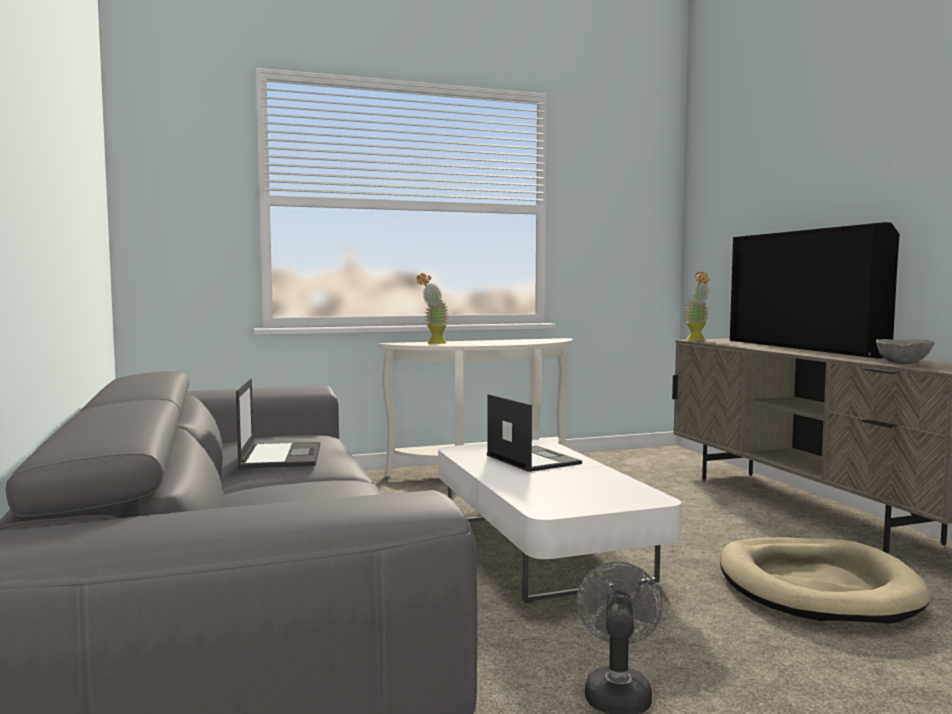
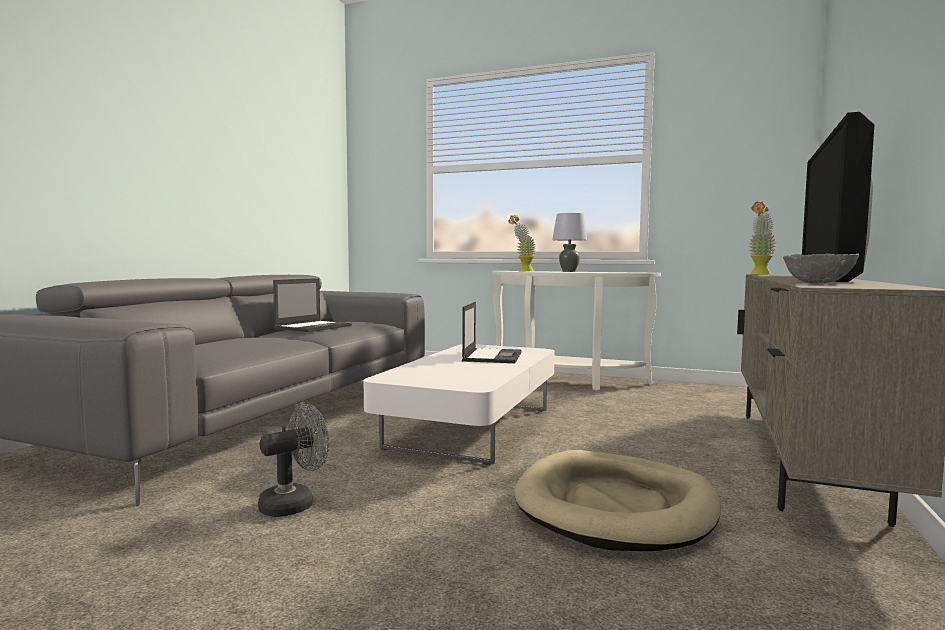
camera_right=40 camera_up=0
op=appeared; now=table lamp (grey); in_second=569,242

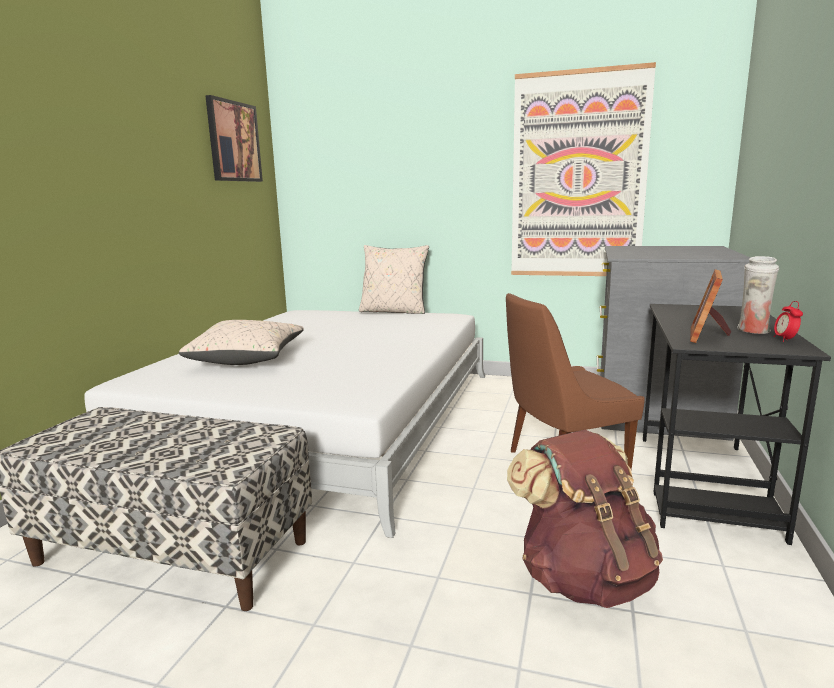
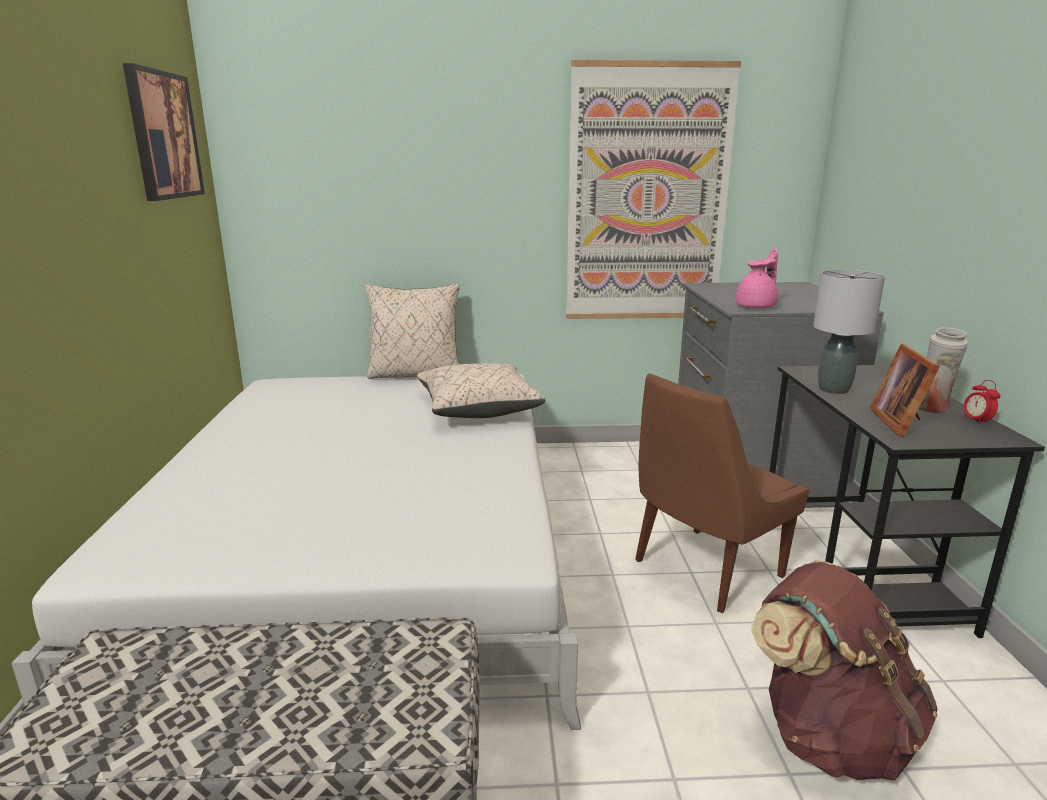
camera_right=-20 camera_up=5
op=appeared; now=teapot (pink); in_second=757,278
op=appeared; now=table lamp (grey); in_second=849,332
op=relocated; was=pillow (beige); in_first=241,342; in_second=481,390

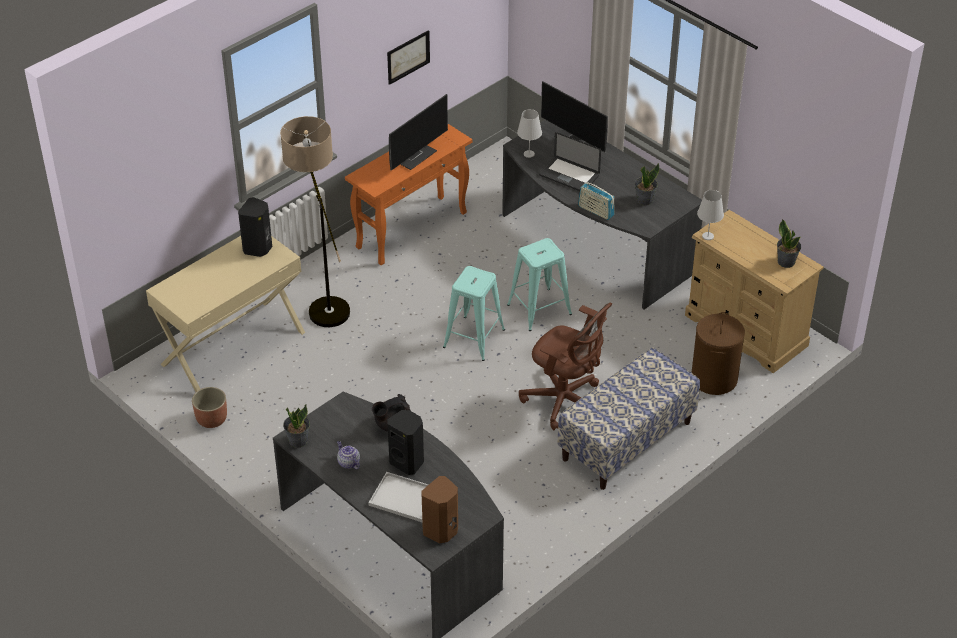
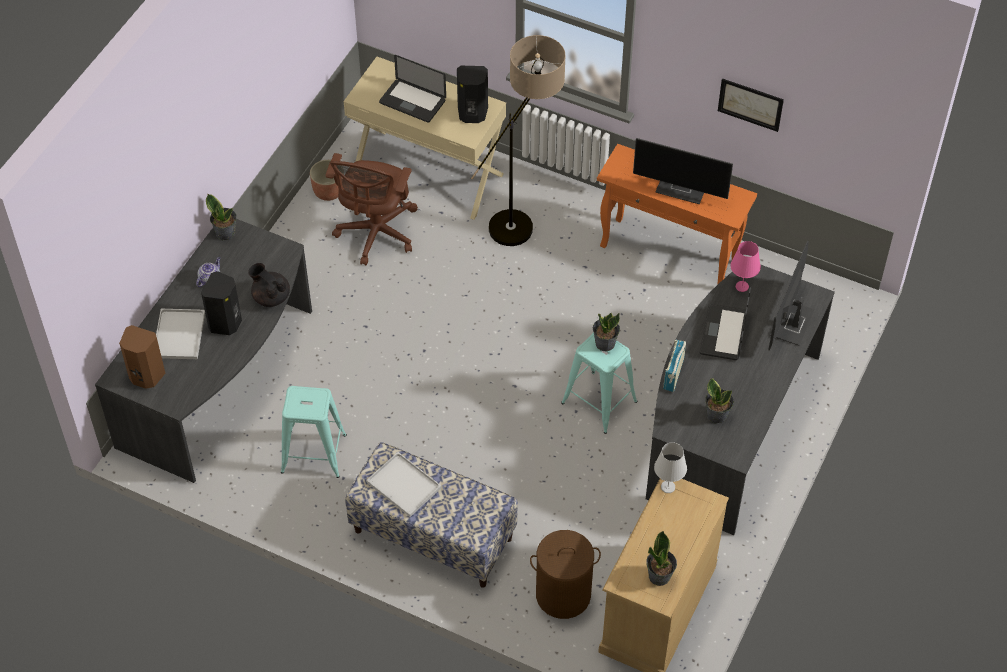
camera_right=70 camera_up=10
op=appeared; now=tray (white); in_second=404,484
op=appeared; now=laptop; in_second=412,89
op=appeared; now=potted plant; in_second=606,332
op=relocated; was=stool (turquoise); in_first=474,313; in_second=314,432
op=relocated; was=office chair (brown); in_first=566,366; in_second=371,209
op=colour; was=table lamp (white); now=table lamp (pink); in_first=529,133; in_second=745,266

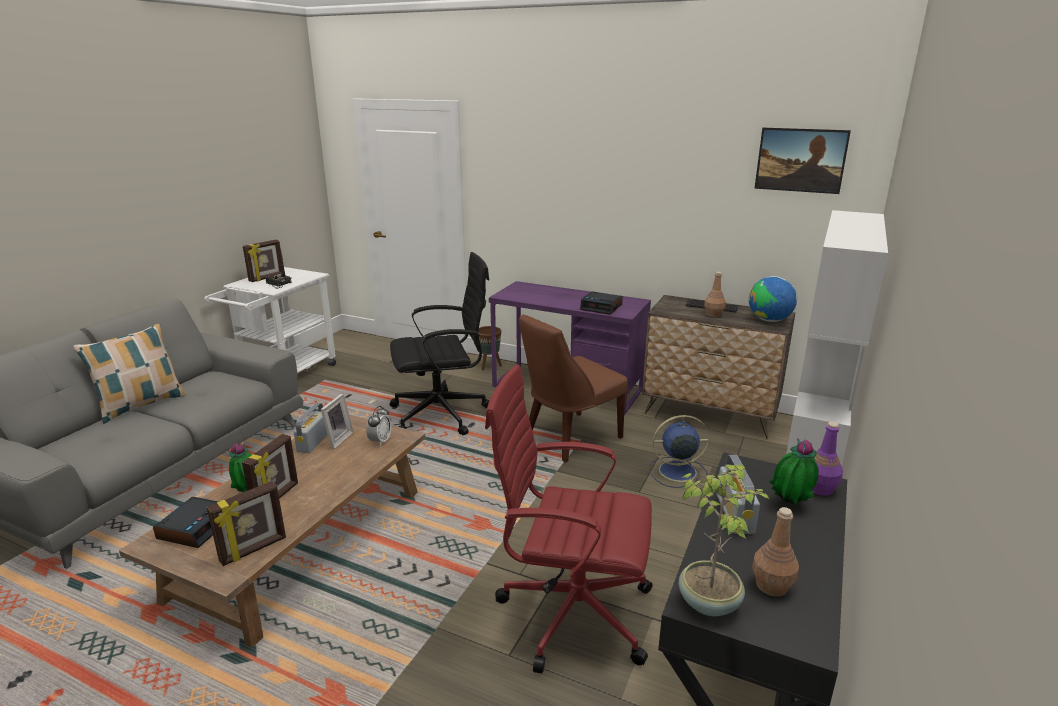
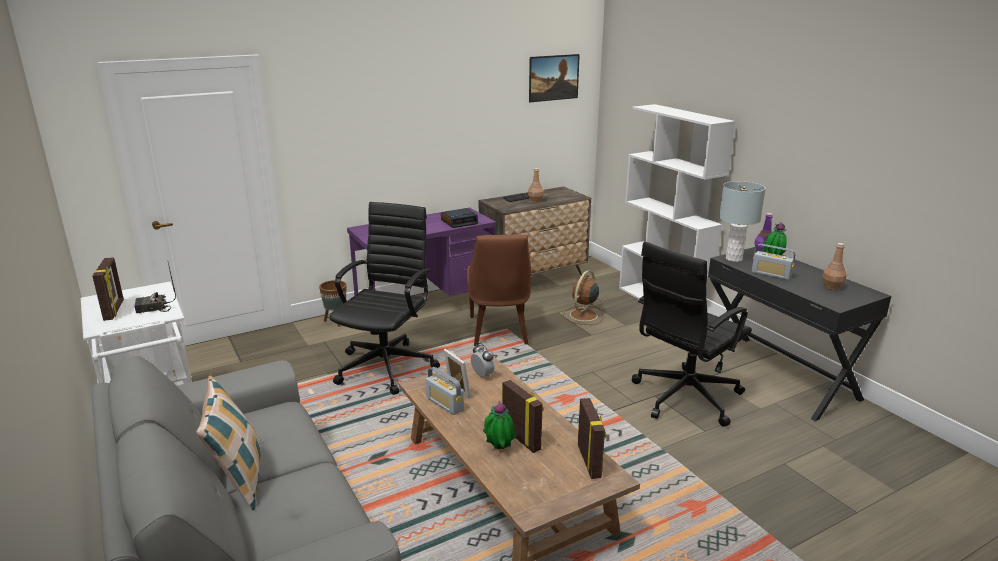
camera_right=-55 camera_up=0
op=missing; was=alarm clock; in_first=185,522
op=missing; was=potted plant; in_first=724,540
op=missing; was=globe; in_first=773,299
op=appeared; now=table lamp (grey); in_second=742,221
op=colour; was=office chair (red); now=office chair (black); in_first=569,519; in_second=692,334
op=colour; was=fan (blue); now=fan (brown); in_first=679,451; in_second=583,297

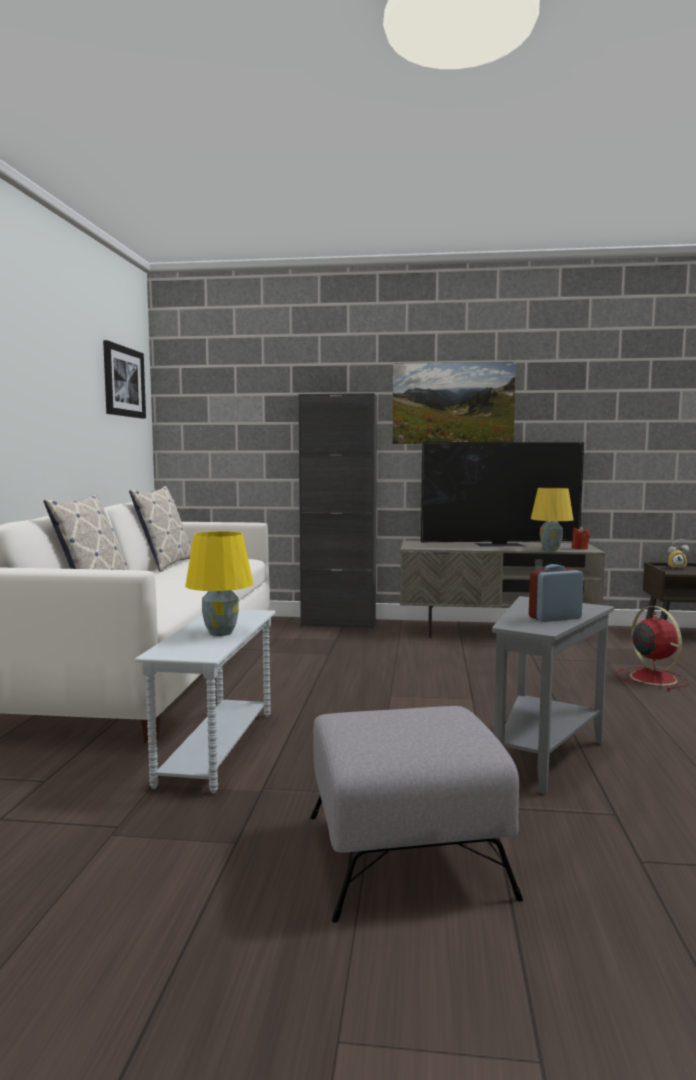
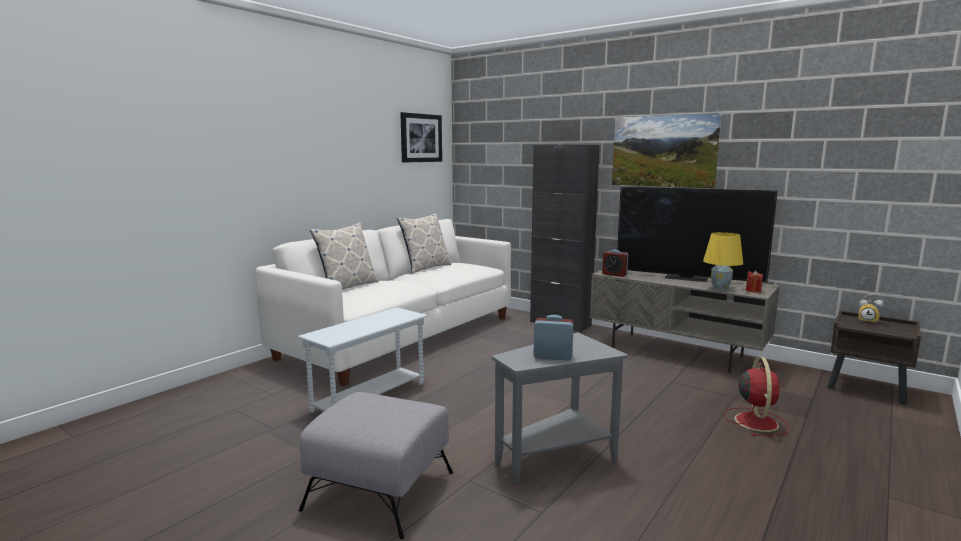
camera_right=30 camera_up=5
op=missing; was=table lamp (yellow); in_first=219,583
op=appeared; now=alarm clock; in_second=615,263

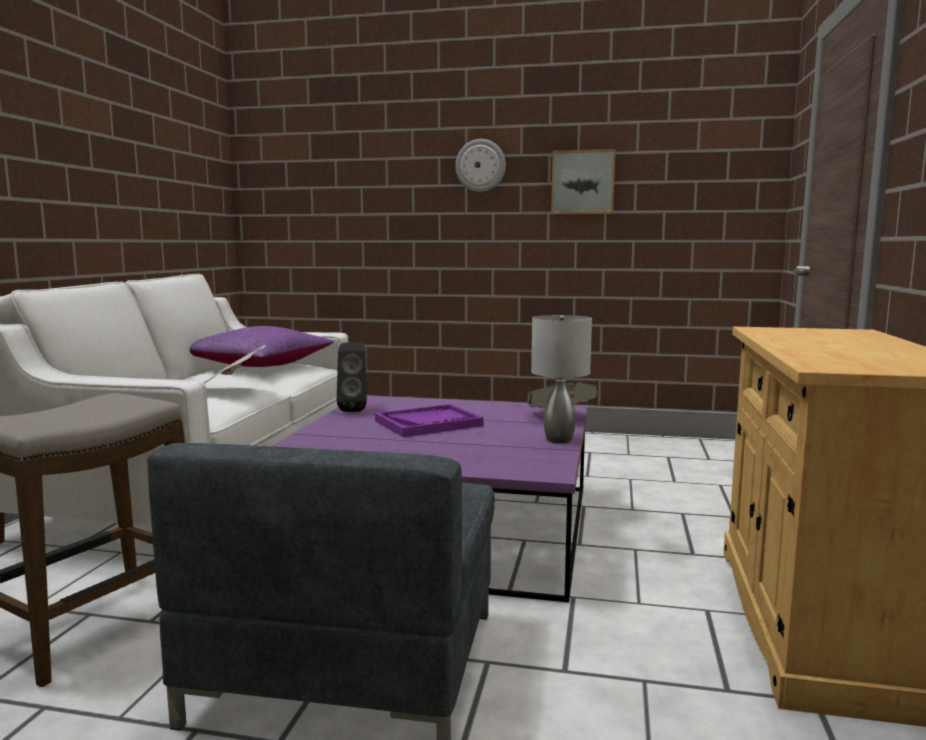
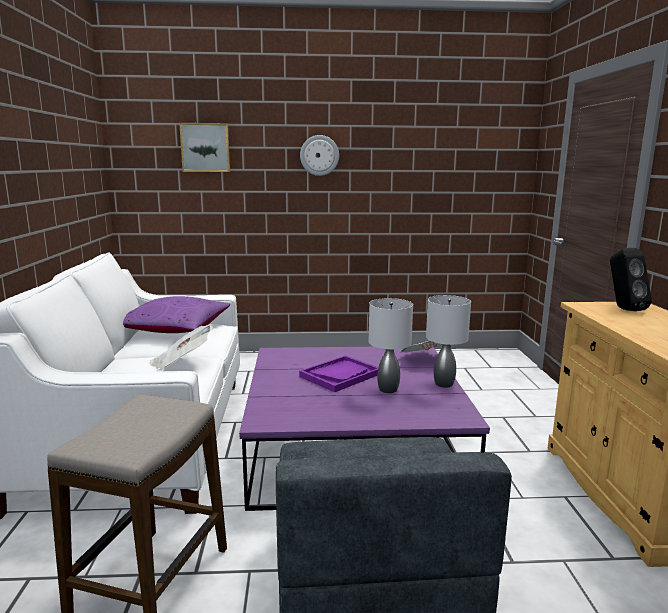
camera_right=-15 camera_up=5
op=appeared; now=table lamp (grey); in_second=391,345
op=relocated; was=speaker (black); in_first=352,377; in_second=631,279
op=relocated; was=picture; in_first=583,181; in_second=204,147

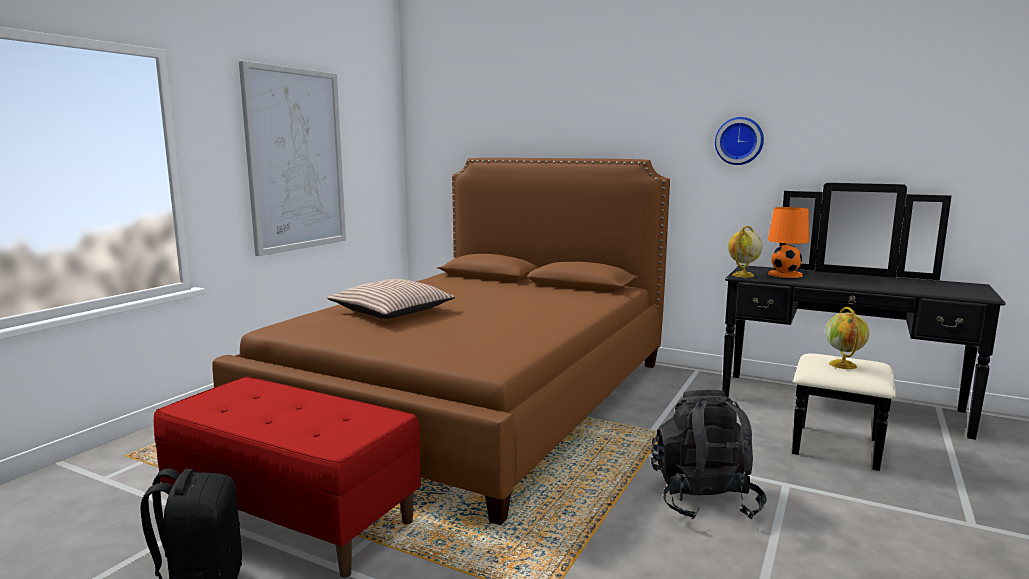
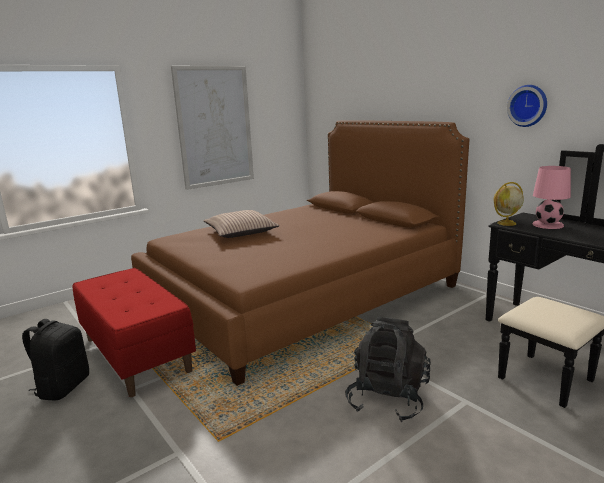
camera_right=25 camera_up=5
op=missing; was=globe; in_first=847,338
op=colour; was=table lamp (orange); now=table lamp (pink); in_first=788,242; in_second=551,197

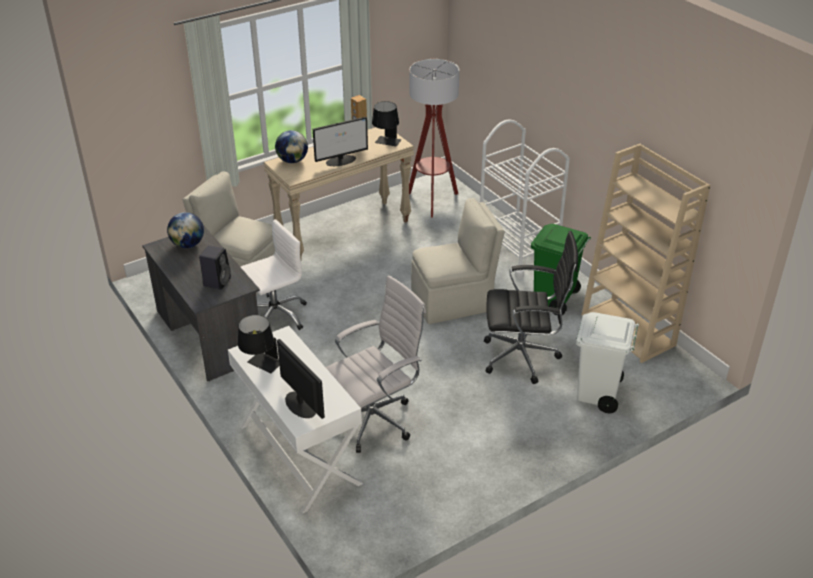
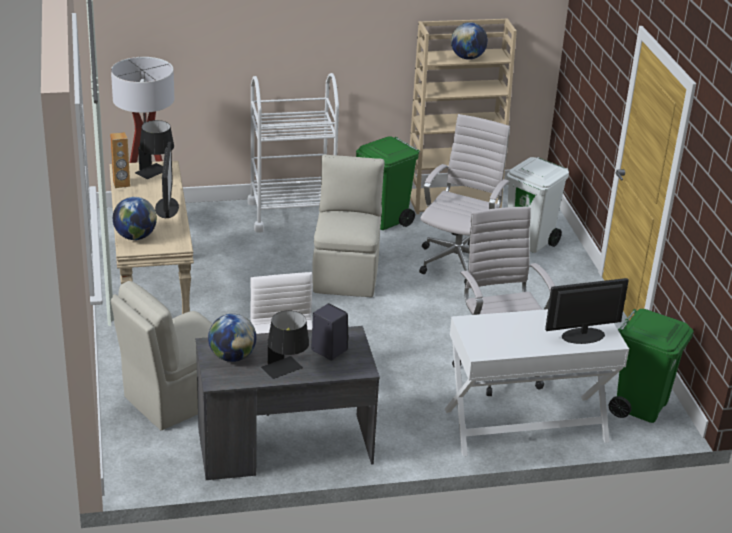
camera_right=-70 camera_up=-5
op=appeared; now=globe; in_second=469,41
op=appeared; now=trash can (green); in_second=651,366
op=relocated; was=table lamp (black); in_first=259,344; in_second=285,344
op=colour; was=office chair (black); now=office chair (white); in_first=531,307; in_second=464,199

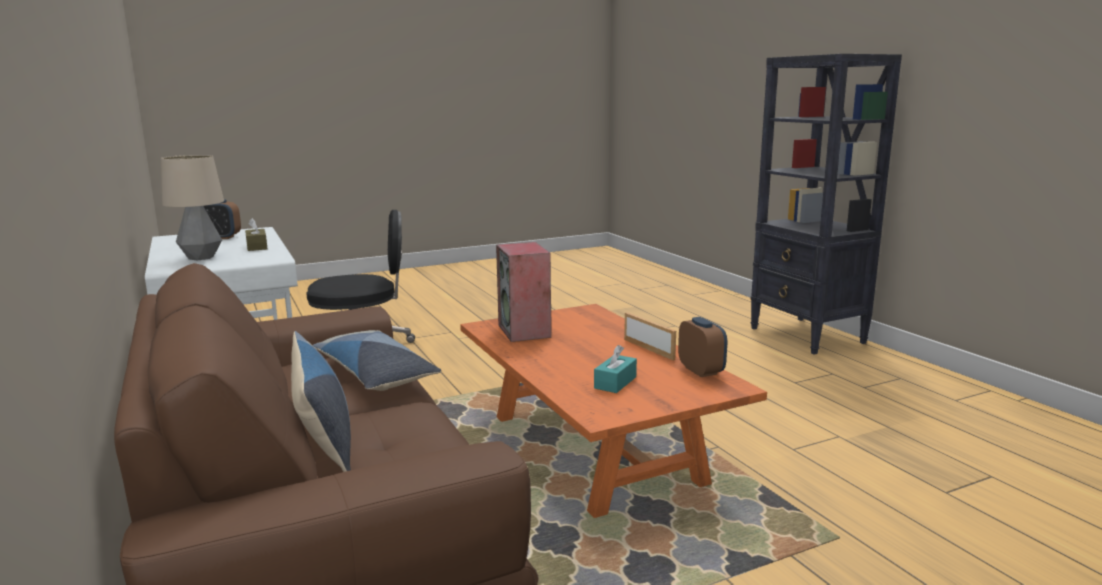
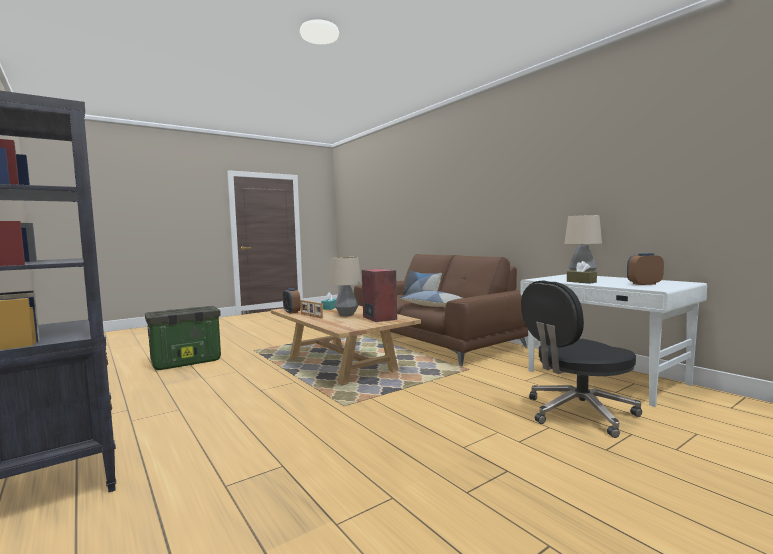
camera_right=170 camera_up=-10
op=appeared; now=storage box; in_second=183,338
op=appeared; now=table lamp; in_second=346,287
op=colour; was=coffee table (orange); now=coffee table (beige); in_first=613,411; in_second=346,345

